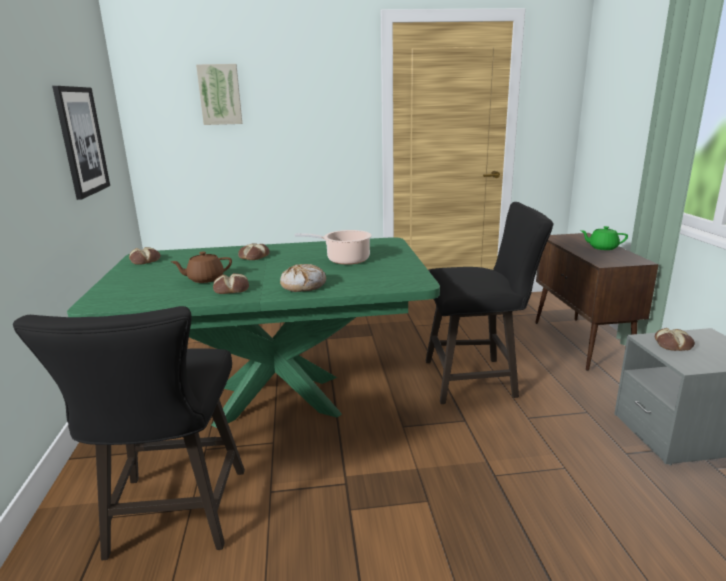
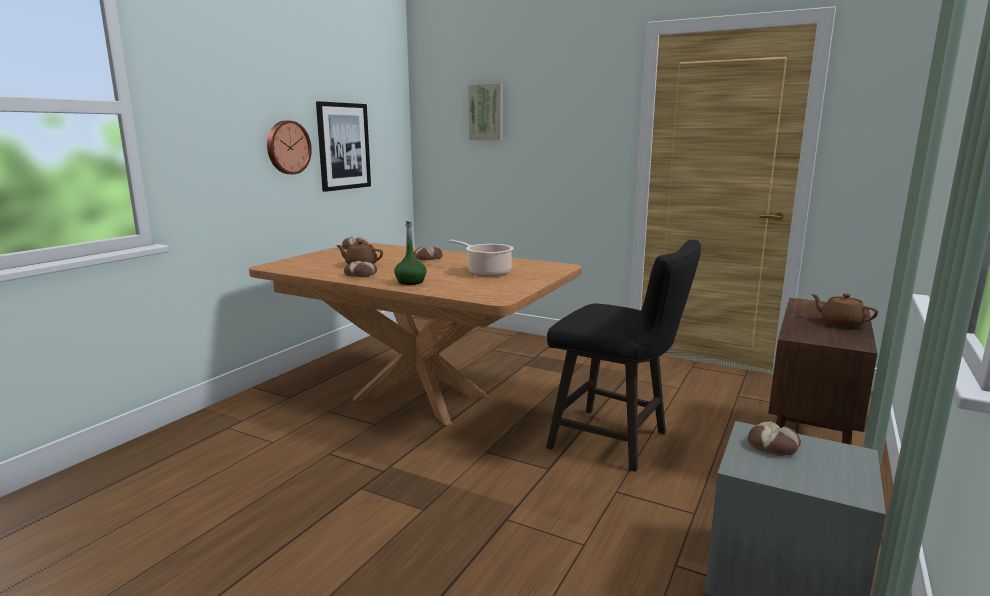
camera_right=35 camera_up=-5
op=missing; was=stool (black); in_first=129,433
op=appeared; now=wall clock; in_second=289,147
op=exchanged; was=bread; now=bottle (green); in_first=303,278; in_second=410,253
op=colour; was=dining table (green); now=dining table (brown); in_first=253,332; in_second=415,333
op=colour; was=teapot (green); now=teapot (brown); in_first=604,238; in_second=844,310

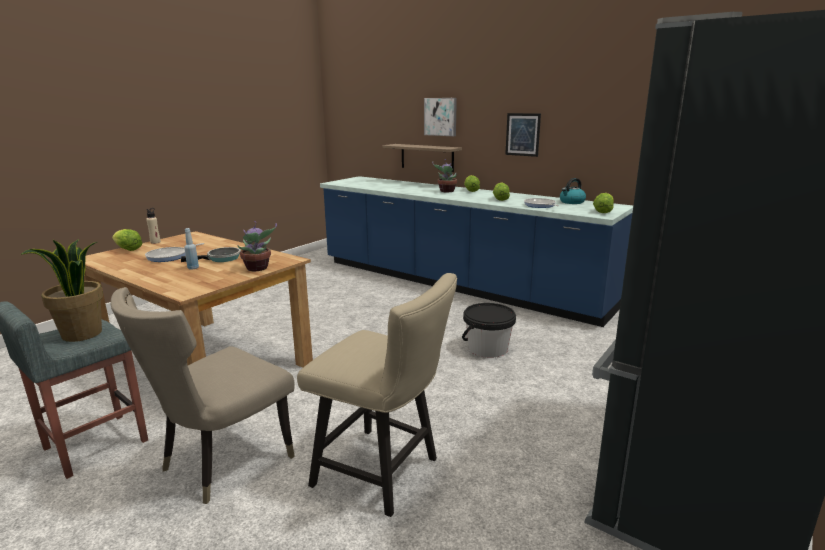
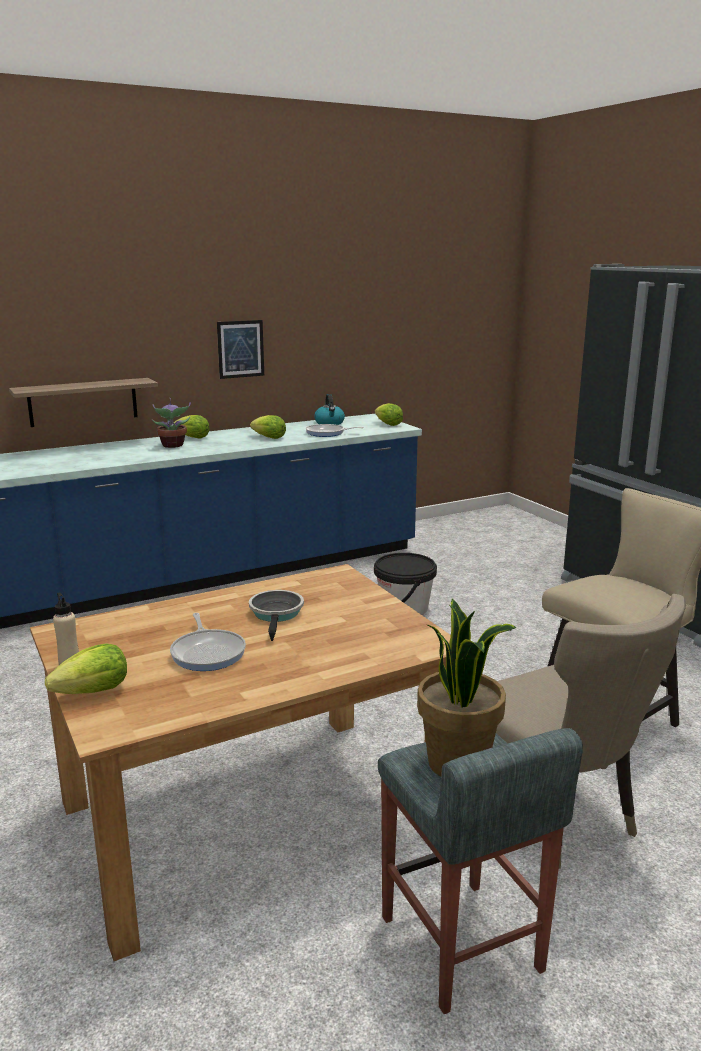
camera_right=-65 camera_up=0
op=missing; was=bottle (blue); in_first=191,249
op=missing; was=potted plant; in_first=257,246
op=missing; was=picture; in_first=440,117

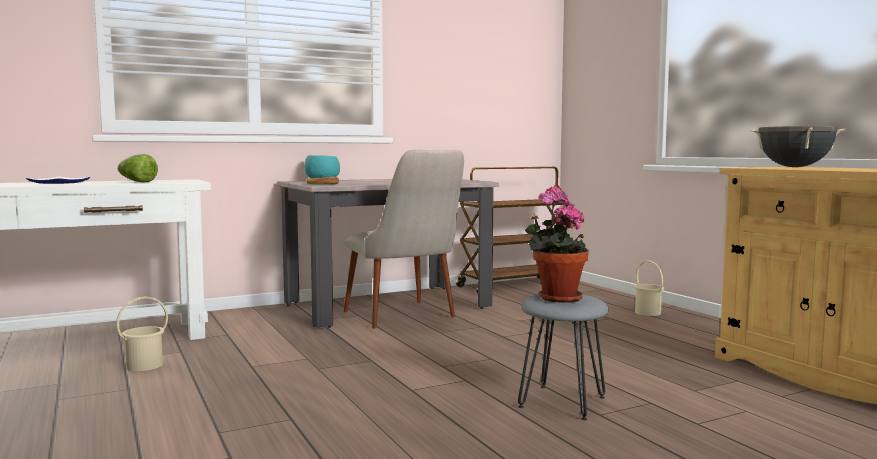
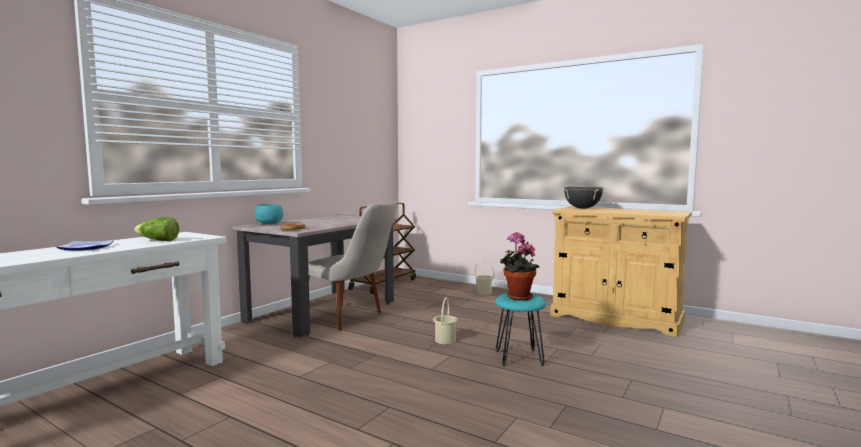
camera_right=-30 camera_up=0
op=relocated; was=bucket (beige); in_first=142,333; in_second=445,320
op=colour; was=stool (grey); now=stool (turquoise); in_first=563,357; in_second=520,330

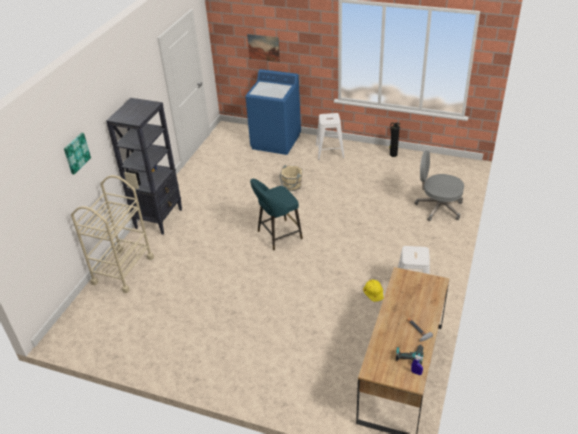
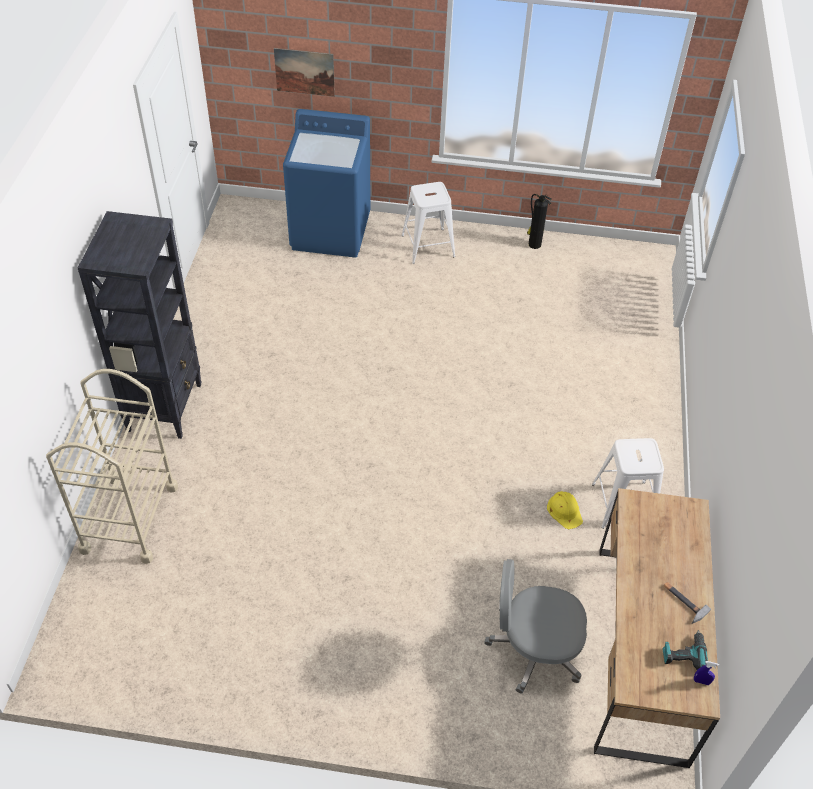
camera_right=-15 camera_up=10
op=missing; was=picture; in_first=77,153
op=missing; was=stool (turquoise); in_first=276,214
op=missing; was=bucket (beige); in_first=291,178
op=relocated; was=office chair (grey); in_first=439,185; in_second=535,626

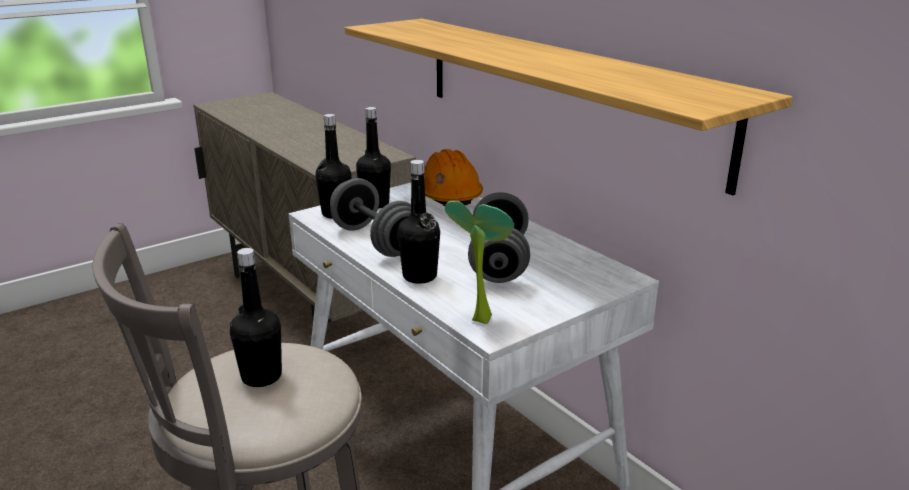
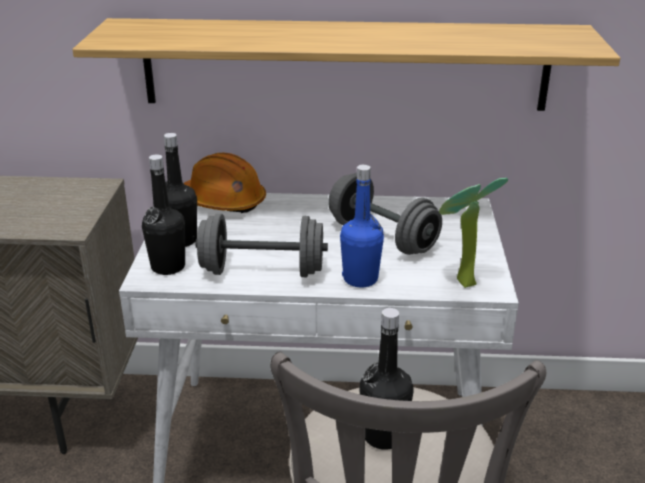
camera_right=-50 camera_up=5
op=colour; was=bottle (black); now=bottle (blue); in_first=418,222; in_second=362,225

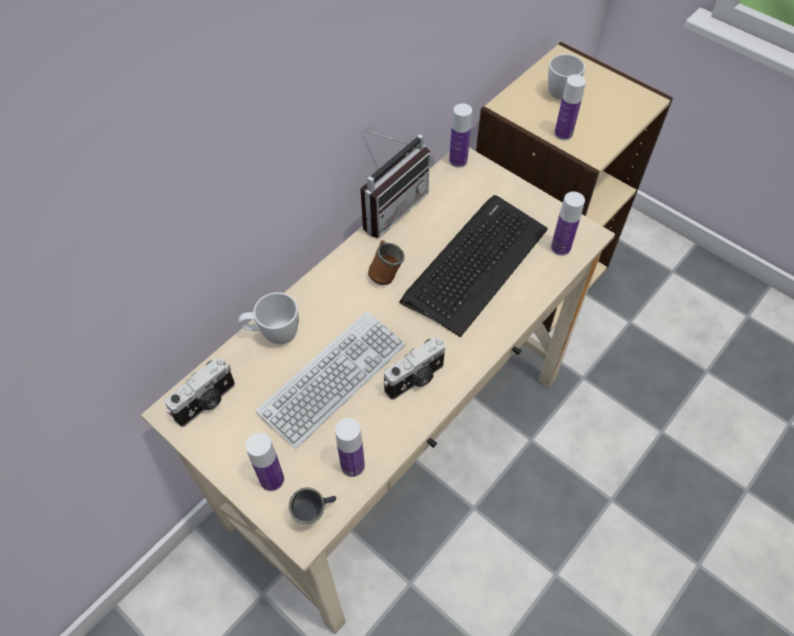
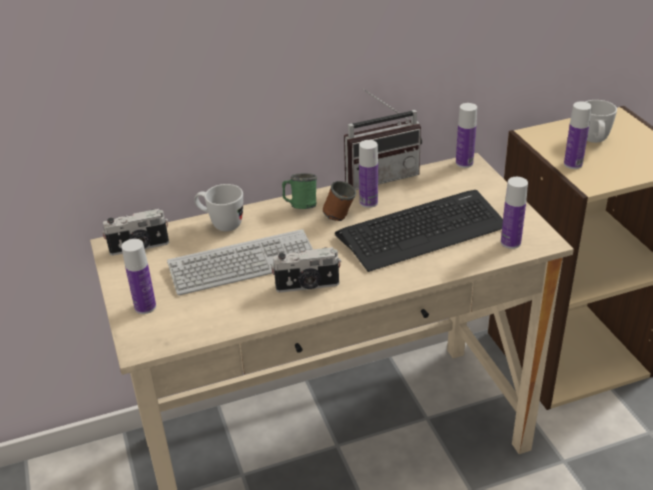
camera_right=30 camera_up=-20
op=missing; was=mug (blue); in_first=312,505
op=appeared; now=mug (green); in_second=299,191
op=relocated; was=bottle; in_first=350,447; in_second=368,174

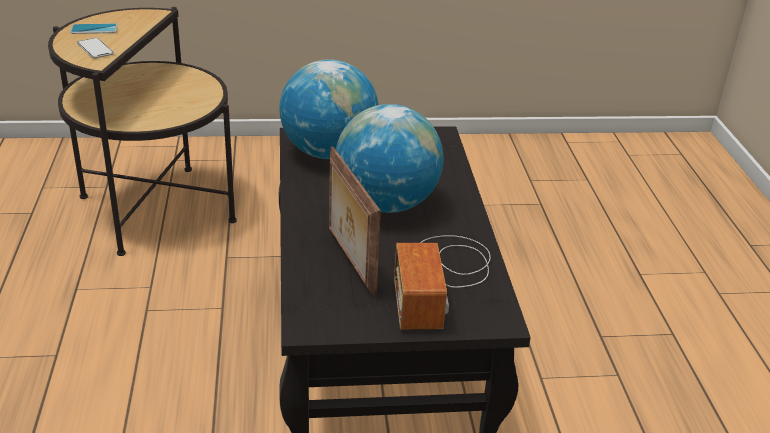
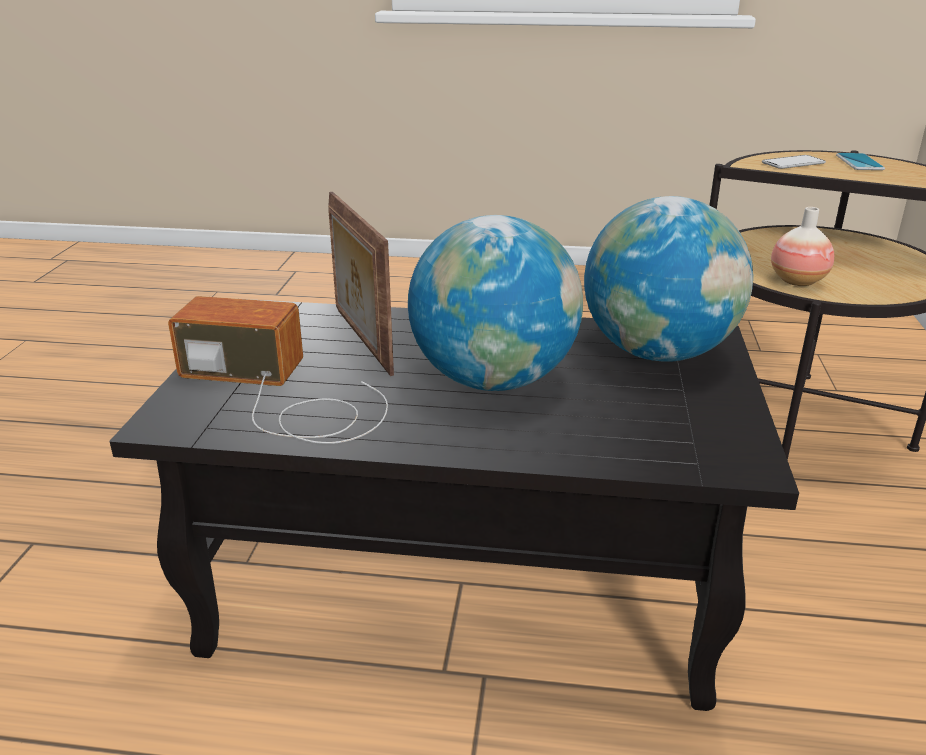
camera_right=105 camera_up=-5
op=appeared; now=vase; in_second=802,246
op=spun; was=picture frame; in_first=355,222; in_second=361,284; clockwise=-105

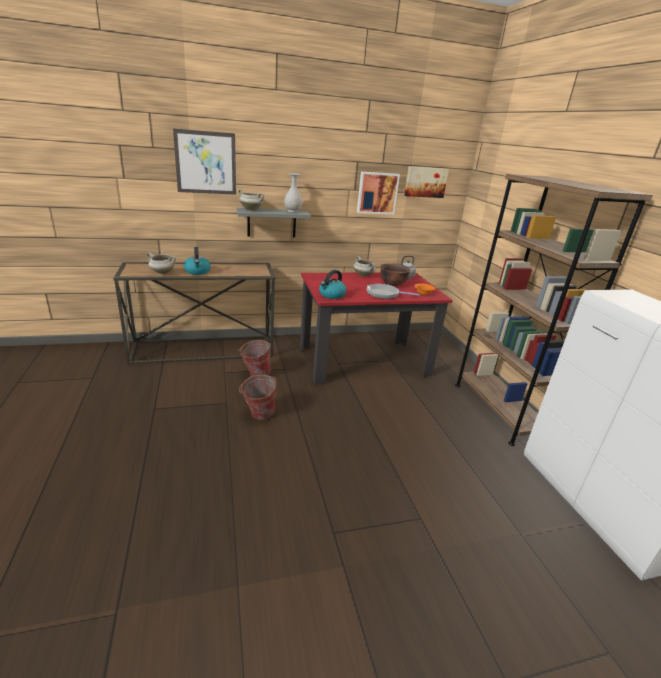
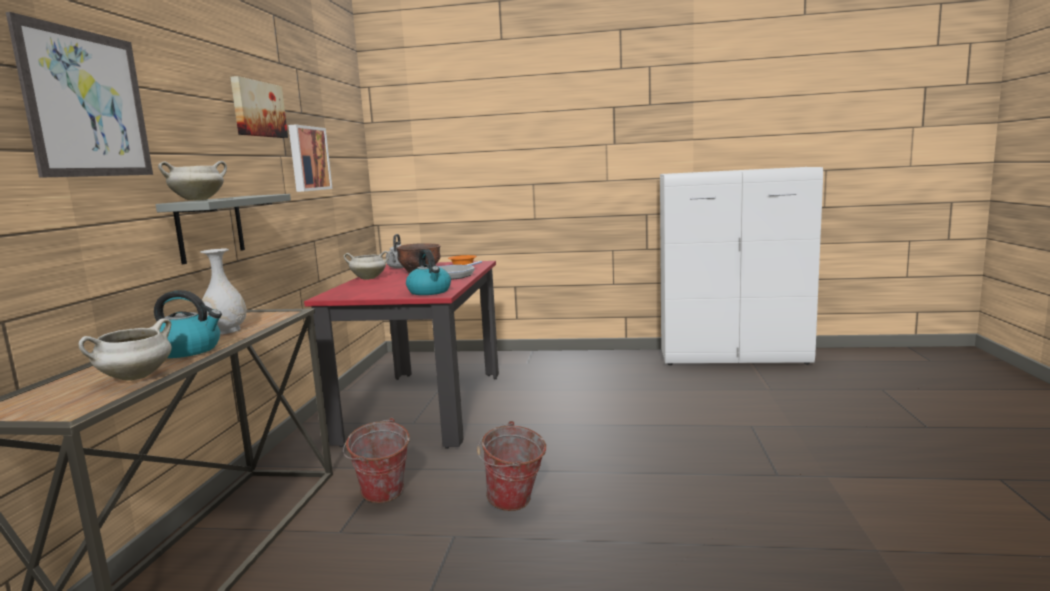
camera_right=-65 camera_up=-15
op=missing; was=bookcase (brown); in_first=554,310
op=relocated; was=vase (white); in_first=293,192; in_second=223,291
op=relocated; was=picture; in_first=426,182; in_second=259,107

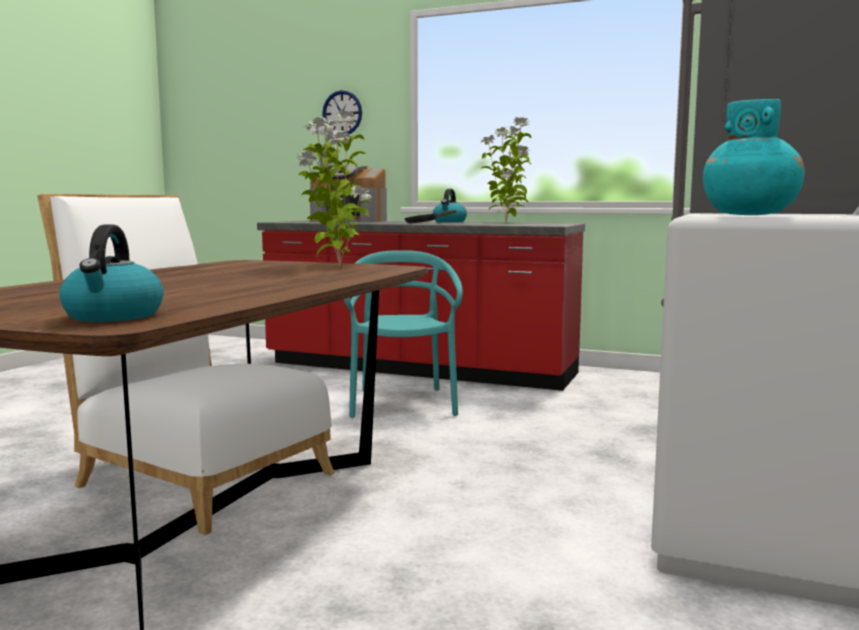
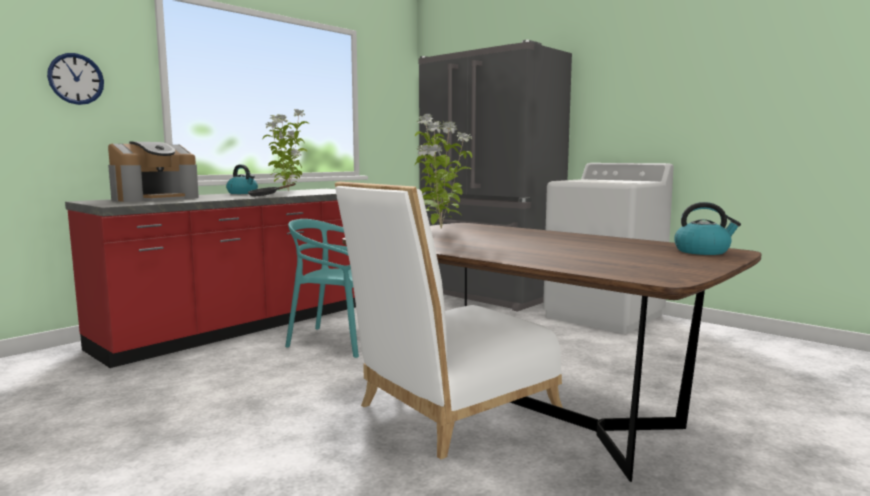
camera_right=-70 camera_up=0
op=missing; was=vase (turquoise); in_first=754,157

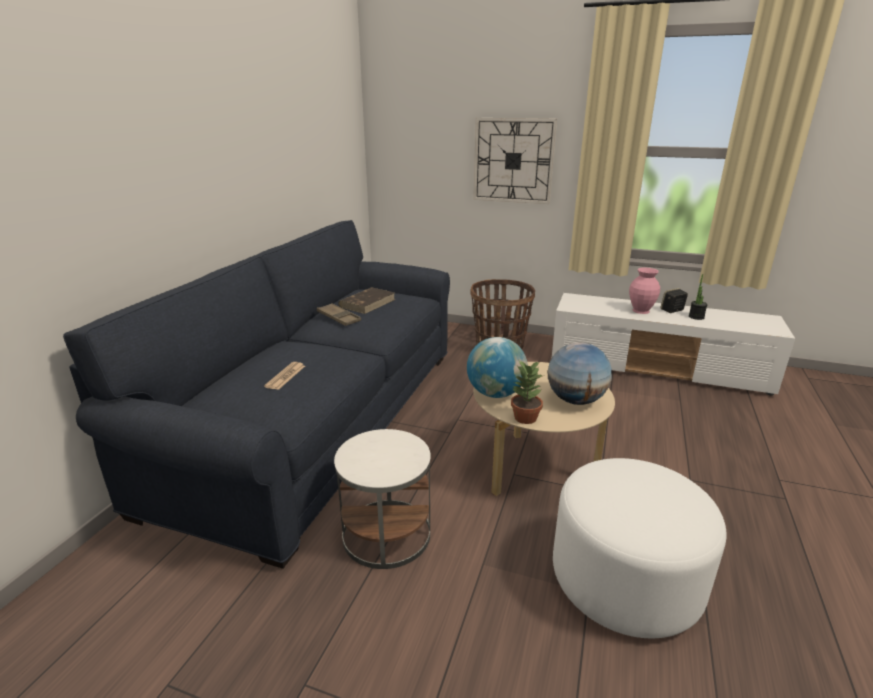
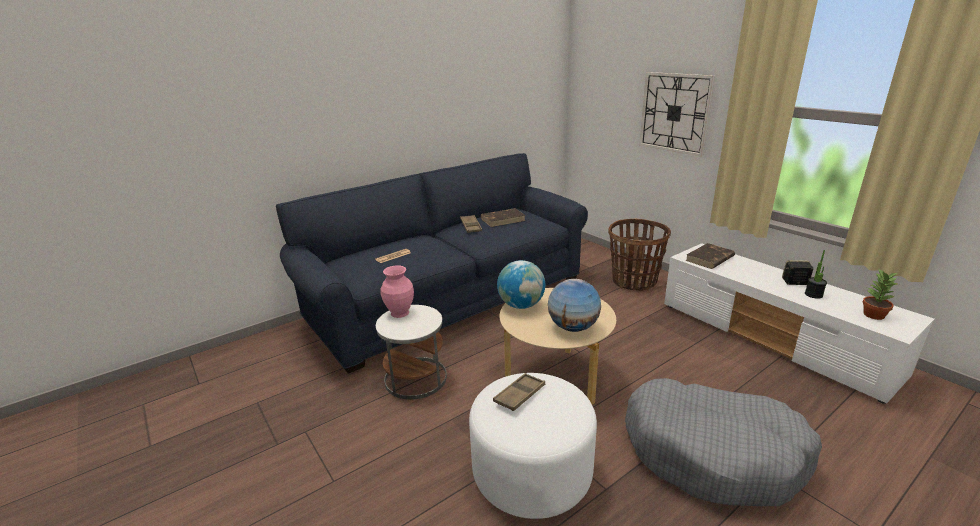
camera_right=35 camera_up=0
op=appeared; now=tray (brown); in_second=519,392
op=appeared; now=dog bed (grey); in_second=723,442
op=appeared; now=book (brown); in_second=710,256
op=relocated; was=potted plant; in_first=527,392; in_second=880,294
op=relocated; was=vase (pink); in_first=644,291; in_second=397,291

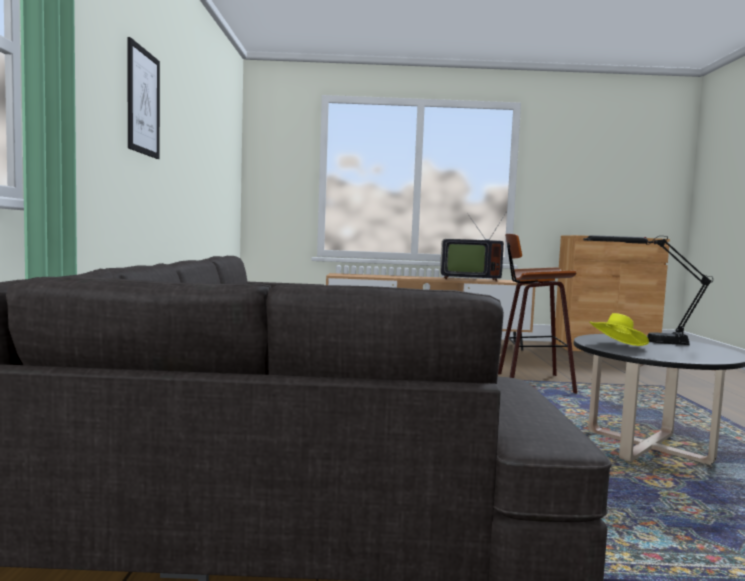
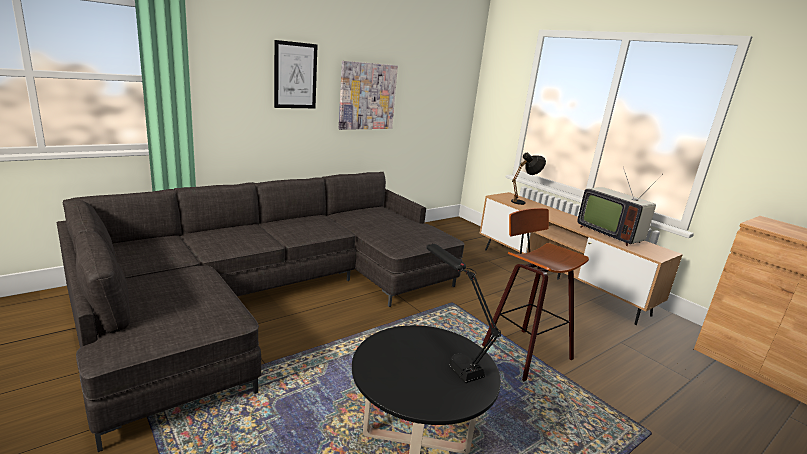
camera_right=50 camera_up=15
op=missing; was=hat (yellow); in_first=619,329
op=appeared; now=picture; in_second=368,95
op=appeared; now=table lamp (black); in_second=528,179

